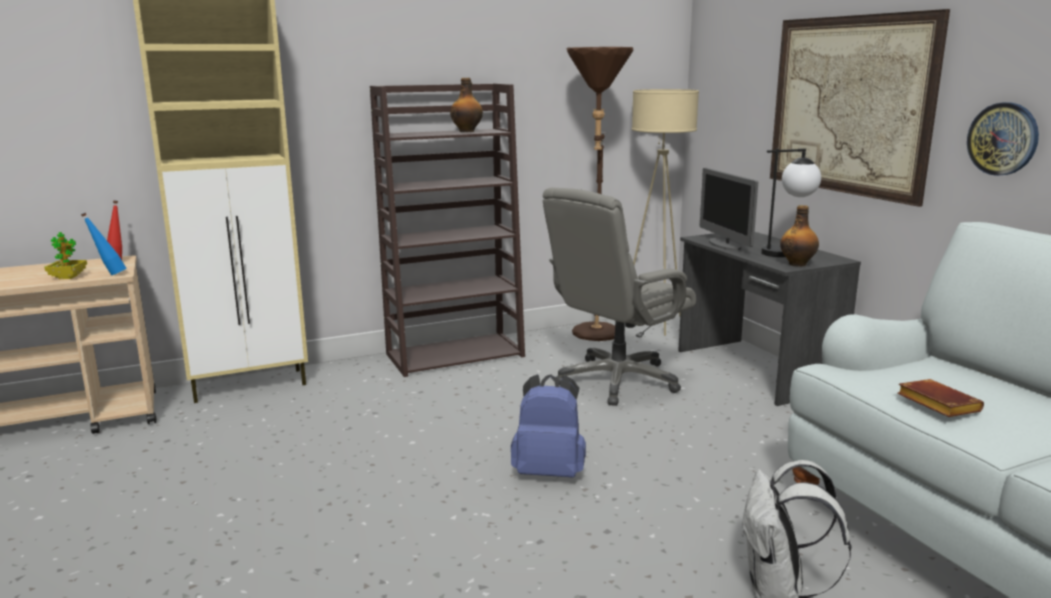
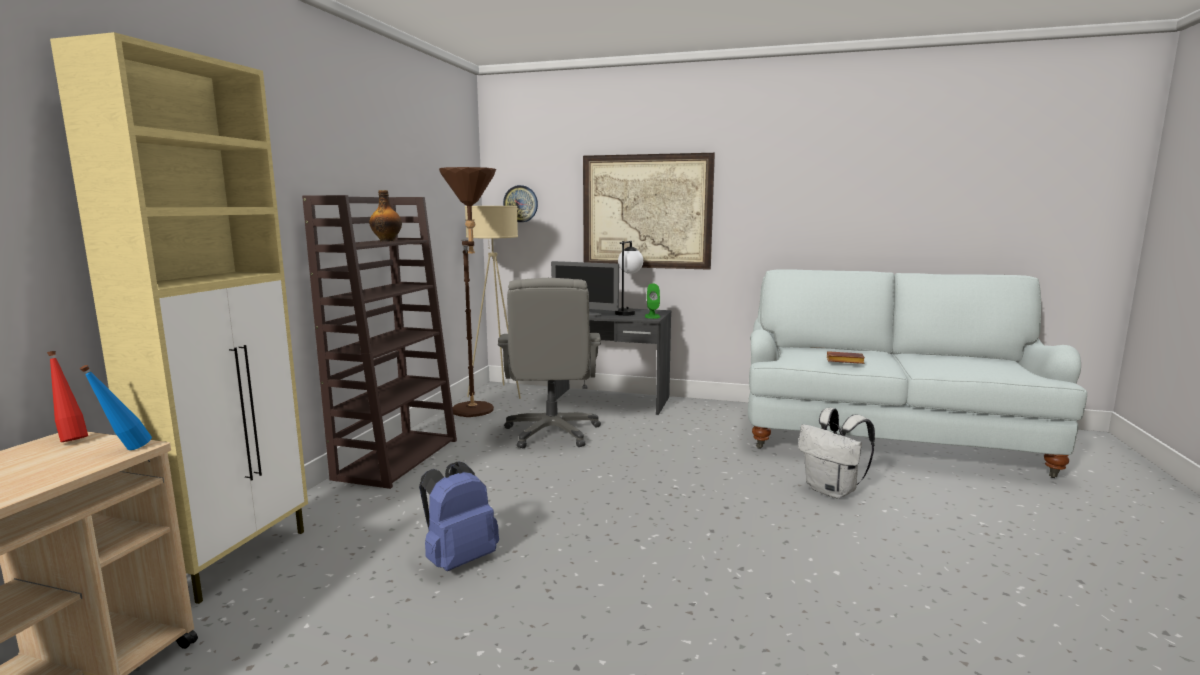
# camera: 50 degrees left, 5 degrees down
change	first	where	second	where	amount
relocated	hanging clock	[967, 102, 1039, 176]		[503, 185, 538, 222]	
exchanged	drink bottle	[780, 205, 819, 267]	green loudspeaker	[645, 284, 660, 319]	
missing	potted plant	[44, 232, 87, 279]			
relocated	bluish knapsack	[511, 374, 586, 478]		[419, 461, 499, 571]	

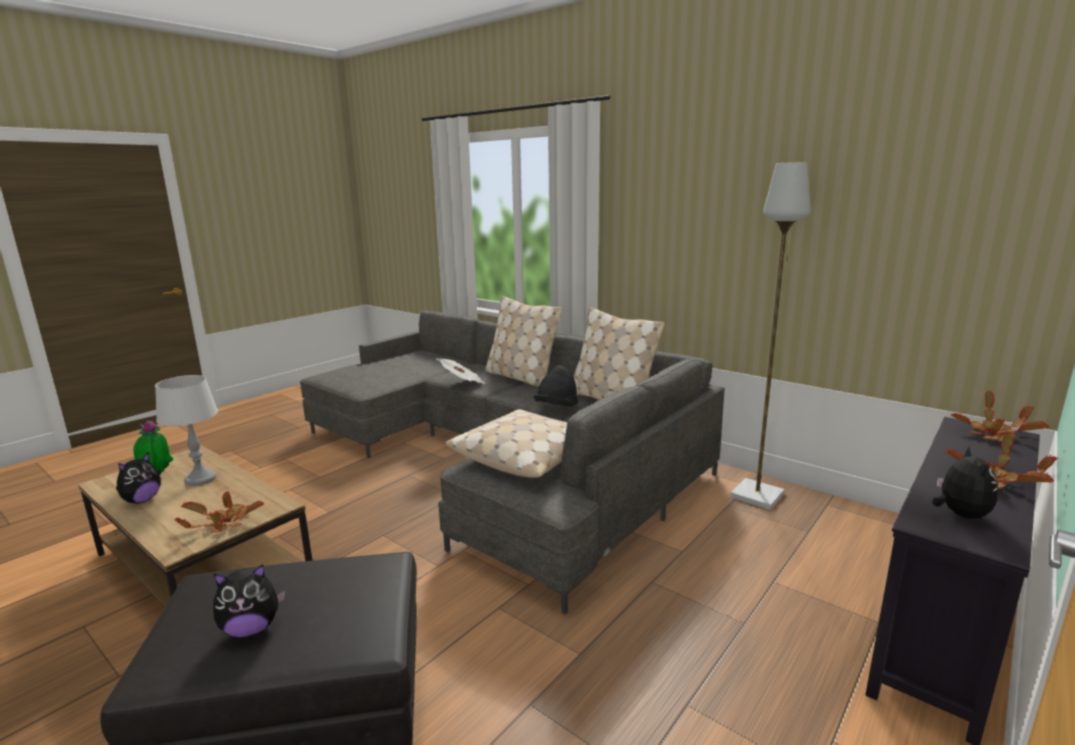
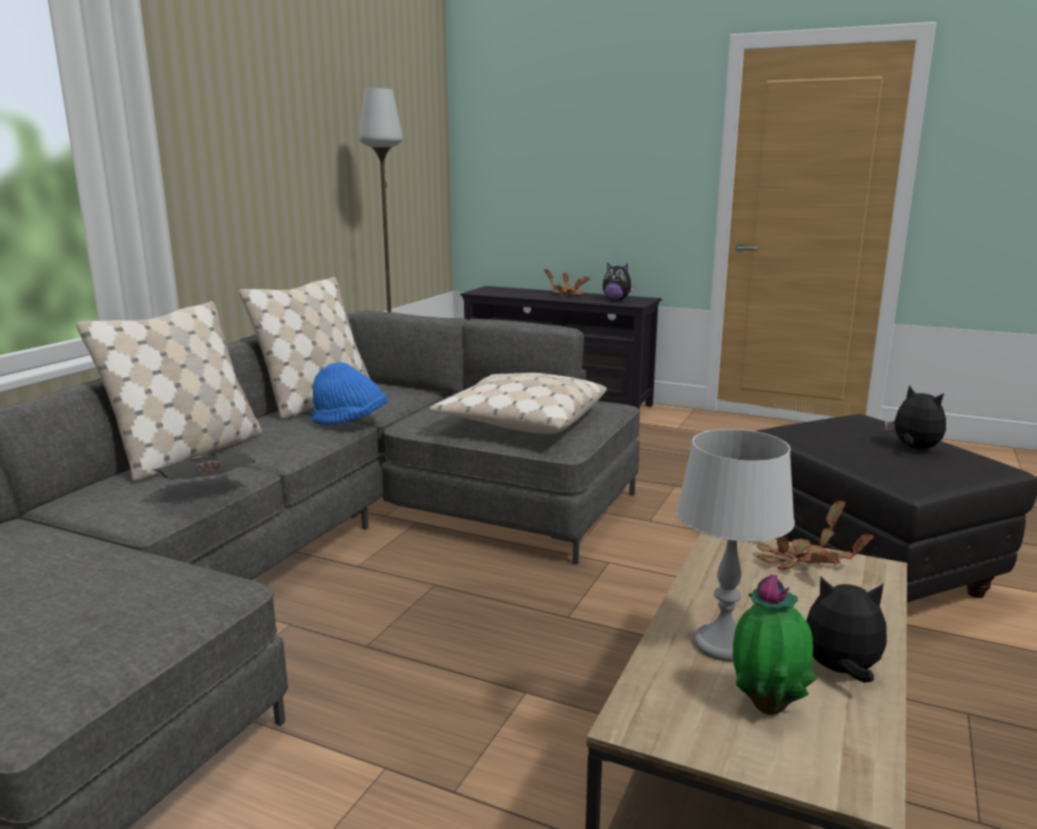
# camera: 105 degrees left, 0 degrees up
change	first	where	second	where	amount
colour	black hat	[533, 366, 578, 406]	bluish hat	[311, 362, 387, 425]	
missing	potted plant	[951, 390, 1050, 443]			
spun	soft toy	[932, 446, 998, 519]		[603, 263, 636, 300]	150 degrees counterclockwise

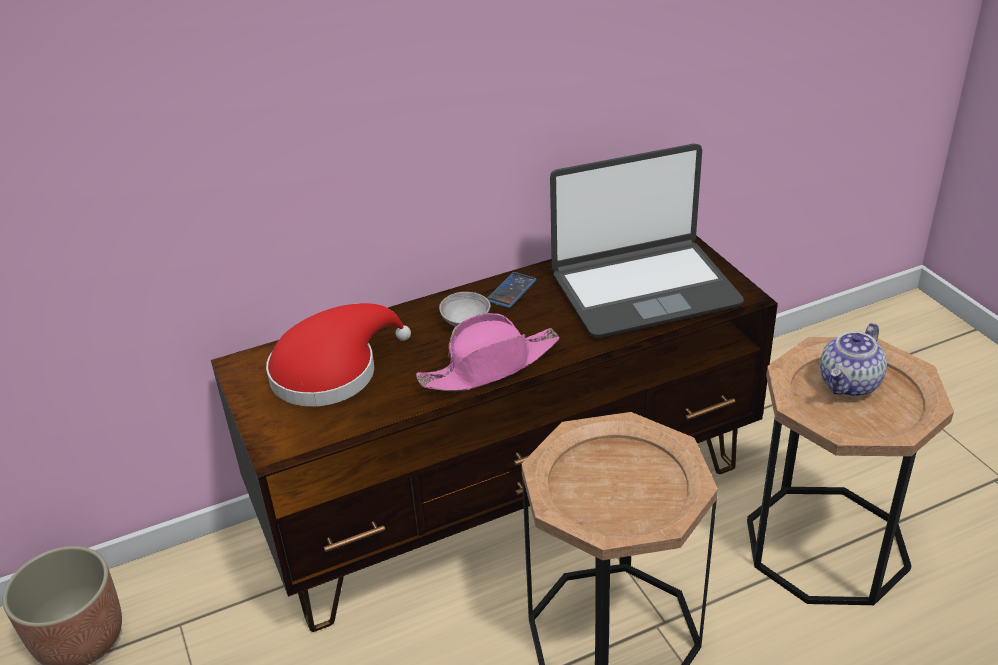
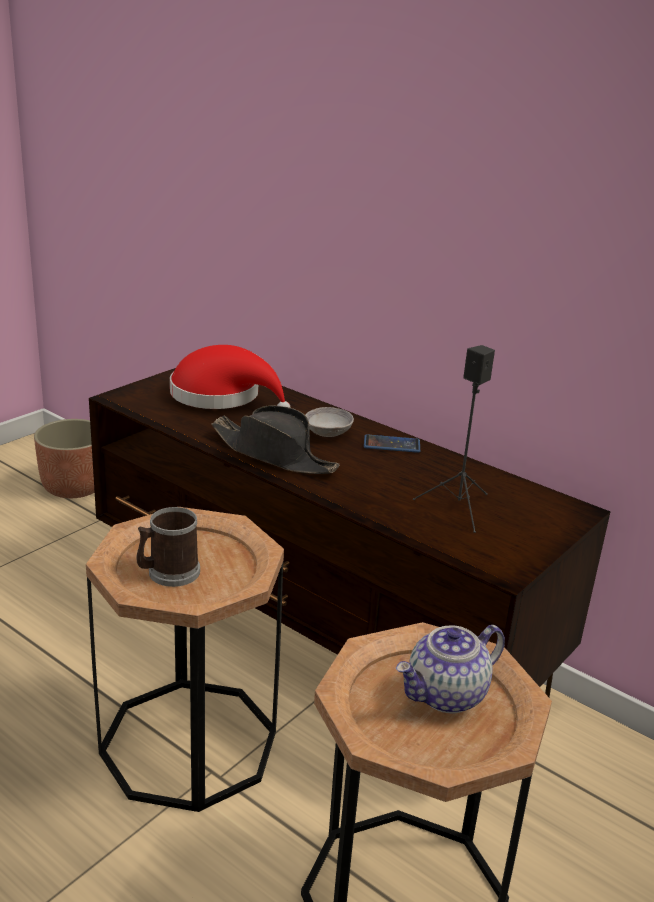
# camera: 60 degrees right, 10 degrees down
change	first	where	second	where	amount
exchanged	portable computer	[550, 144, 744, 338]	black loudspeaker	[413, 345, 495, 533]	
colour	pink hat	[416, 313, 559, 391]	black hat	[212, 405, 340, 474]	
spun	teapot	[820, 323, 887, 397]		[396, 625, 505, 713]	45 degrees counterclockwise
appeared			coffee mug	[136, 507, 200, 587]	

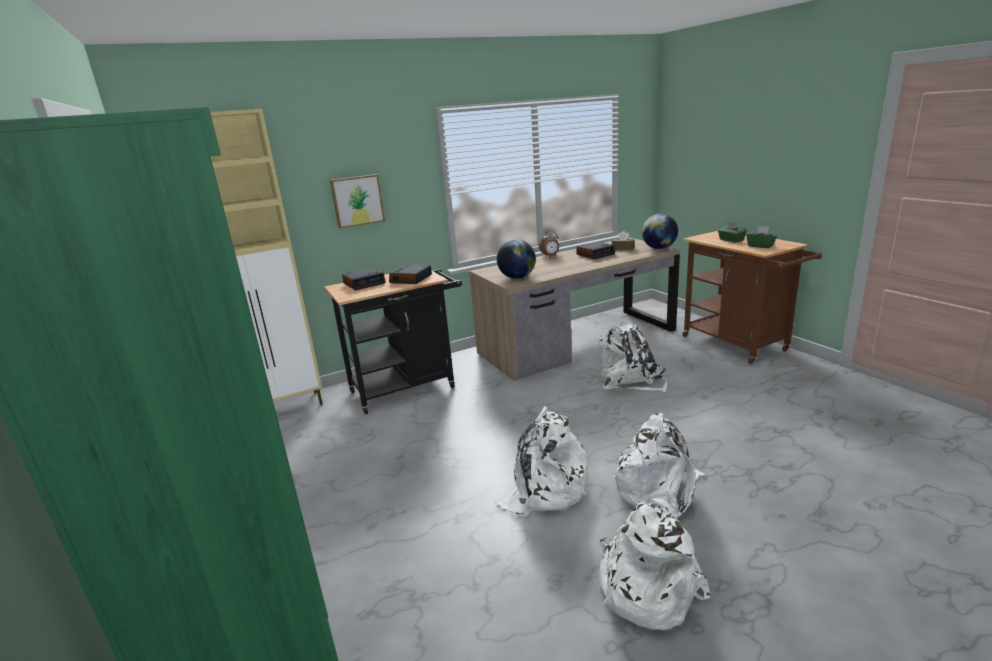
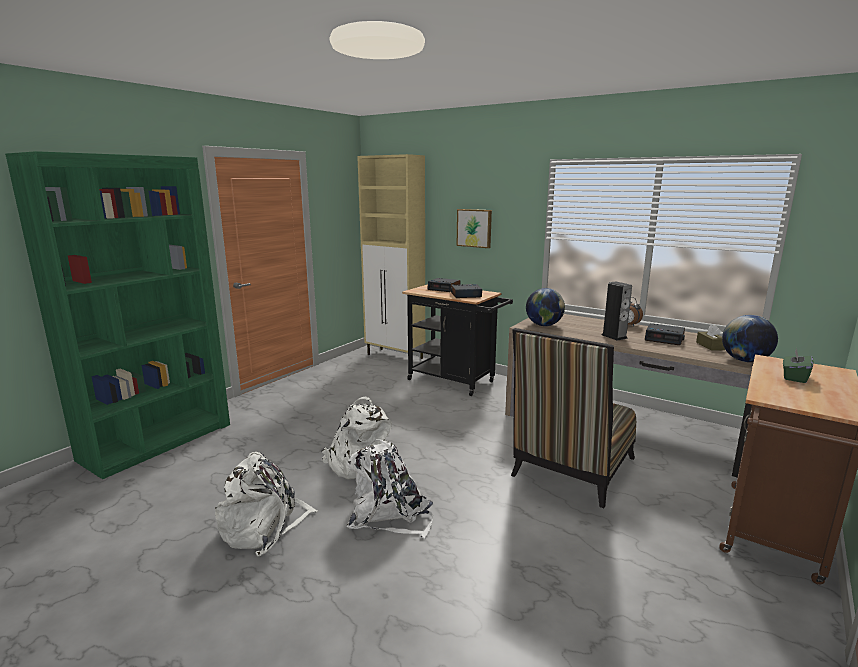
# camera: 60 degrees right, 5 degrees down
change	first	where	second	where	amount
missing	green tissue holder	[746, 226, 777, 248]			
exchanged	whitish knapsack	[599, 321, 667, 392]	plain chair	[511, 328, 636, 508]	
appeared			loudspeaker	[602, 281, 632, 341]	

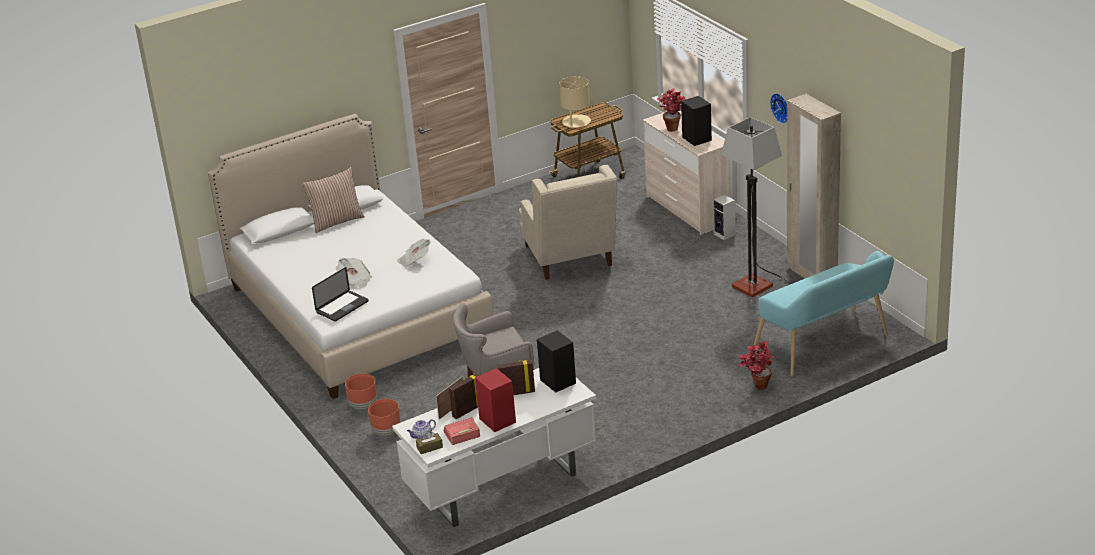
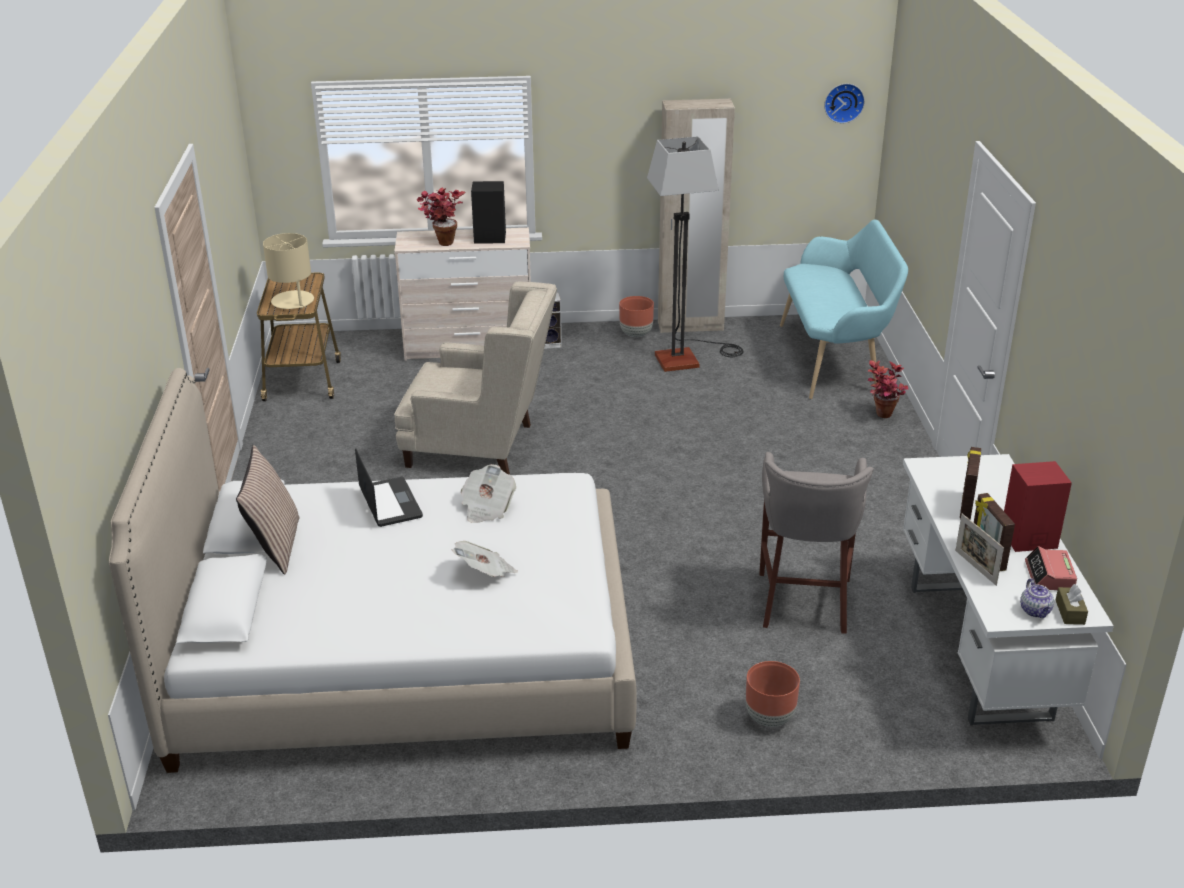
# camera: 65 degrees left, 0 degrees up
change	first	where	second	where	amount
relocated	hanging clock	[770, 93, 787, 124]		[824, 83, 865, 123]	
relocated	portable computer	[312, 267, 369, 322]		[355, 448, 423, 527]	
missing	black loudspeaker	[537, 330, 576, 392]			
relocated	brown-coloured flower pot	[345, 373, 377, 411]		[619, 296, 654, 337]	

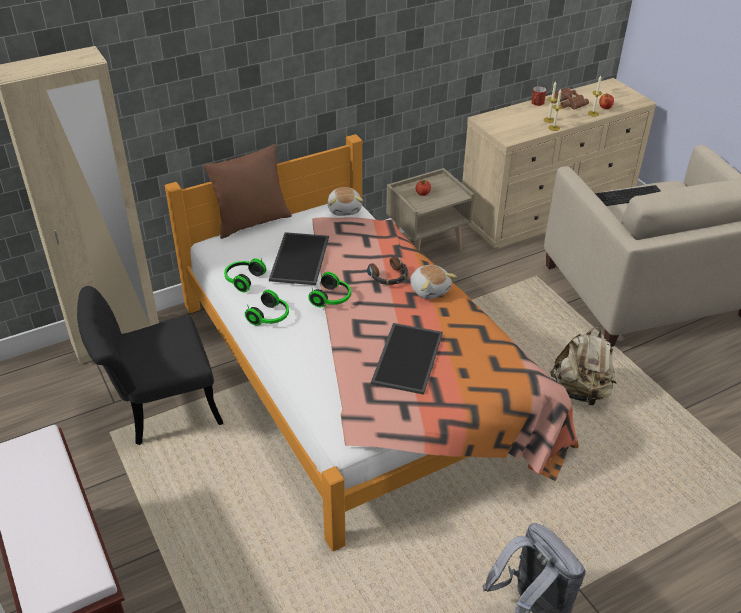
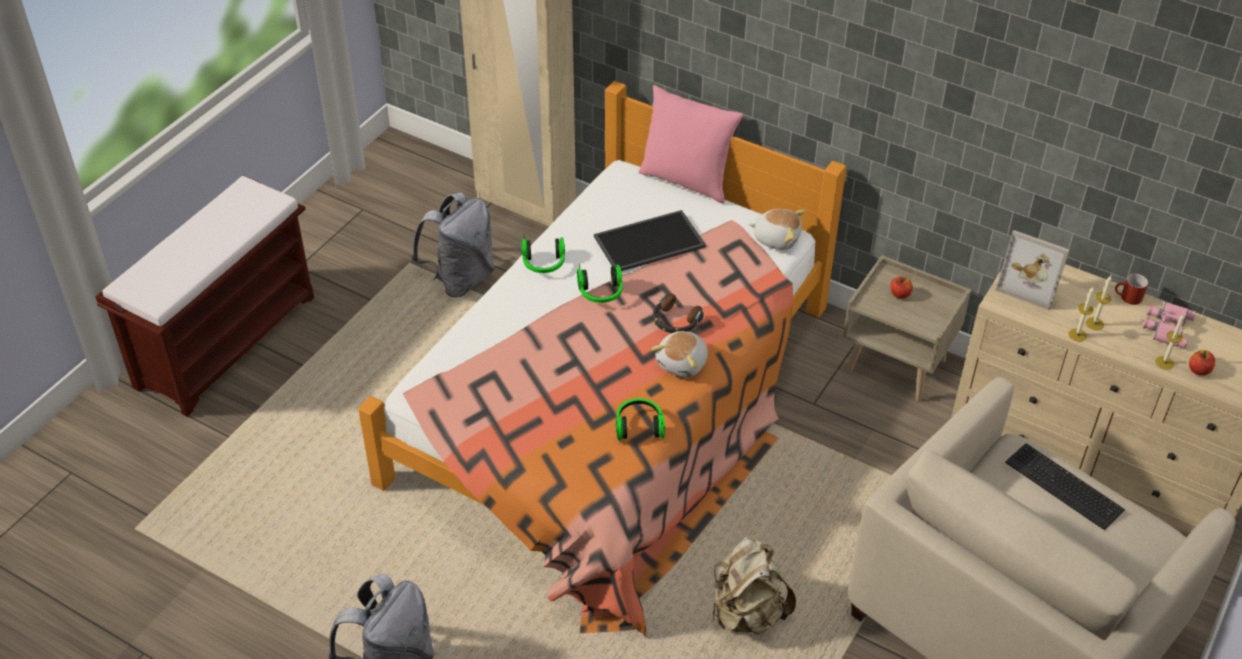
# camera: 60 degrees right, 5 degrees up
change	first	where	second	where	amount
colour	brown-coloured pair of binoculars	[553, 88, 589, 110]	pink pair of binoculars	[1143, 302, 1196, 349]	
colour	brown-coloured throw pillow	[203, 144, 292, 239]	pink throw pillow	[639, 85, 743, 204]	
spun	soft toy	[327, 187, 363, 216]		[749, 209, 806, 250]	120 degrees counterclockwise
relocated	headphones	[224, 258, 266, 292]		[616, 398, 665, 441]	
exchanged	black plain chair	[77, 286, 223, 445]	grey knapsack	[411, 192, 495, 297]	
missing	serving tray	[371, 323, 443, 395]			
appeared			standing frame	[996, 230, 1069, 310]	

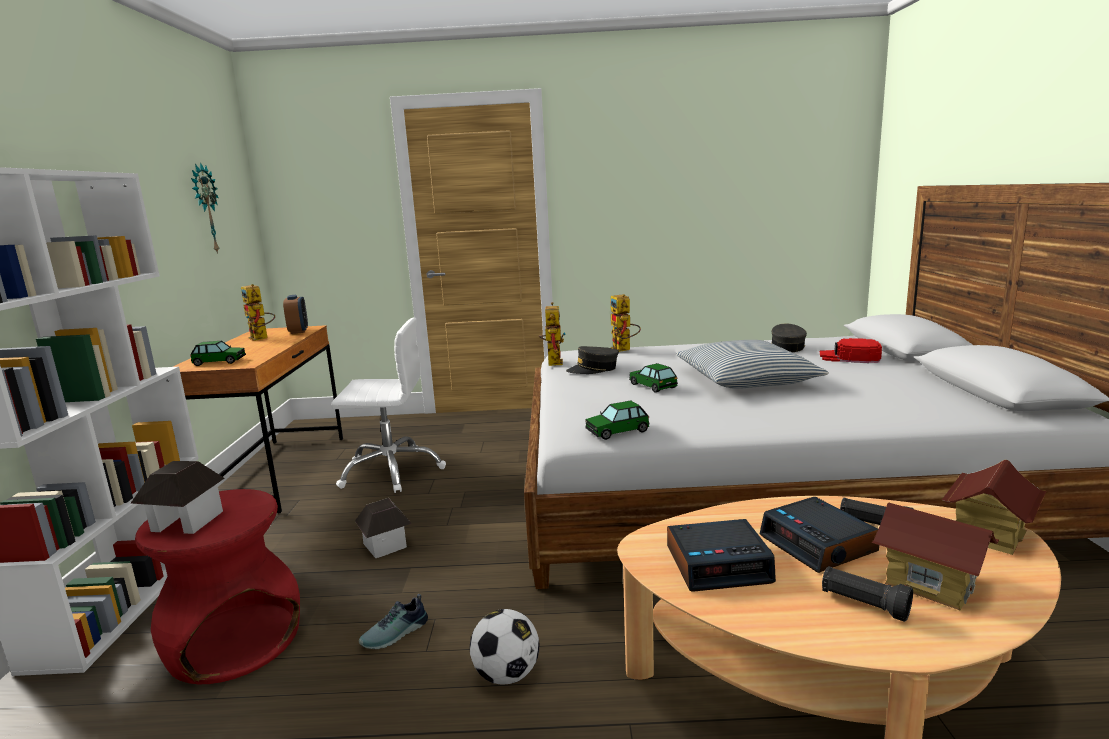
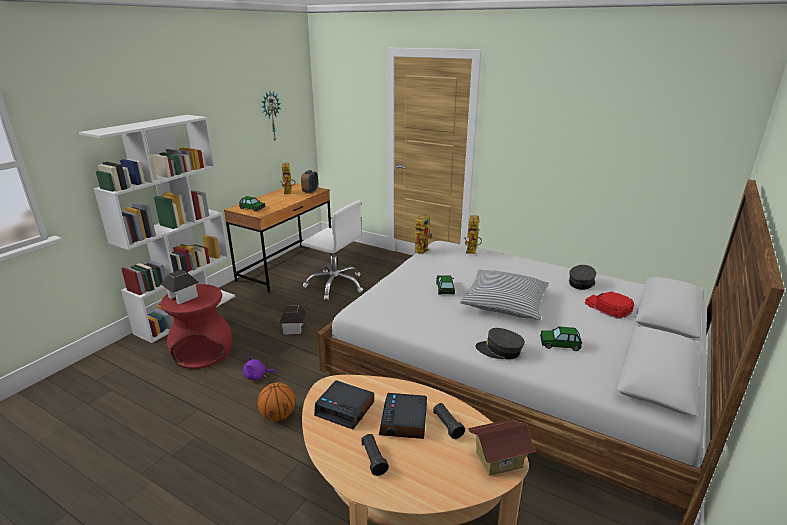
# camera: 30 degrees right, 10 degrees up
change	first	where	second	where	amount
relocated	grey cap	[566, 346, 619, 374]		[475, 328, 525, 359]	
relocated	toy car	[585, 401, 649, 440]		[540, 327, 582, 351]	
missing	miniature house	[872, 503, 999, 610]			
exchanged	item of footwear	[359, 594, 428, 649]	purple soft toy	[242, 356, 276, 380]	
exchanged	ball for football	[470, 609, 540, 684]	ball for basketball	[257, 382, 295, 421]	

